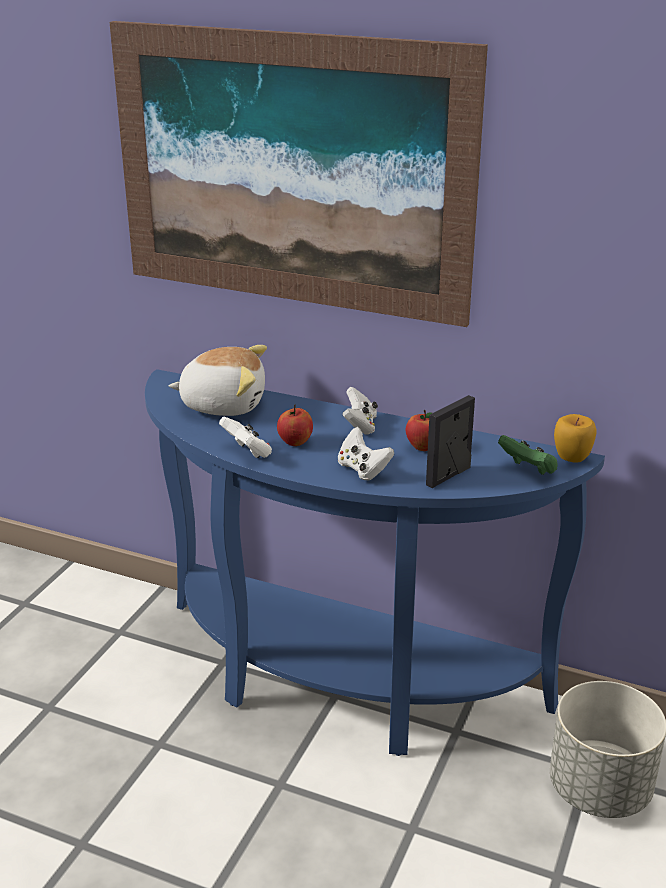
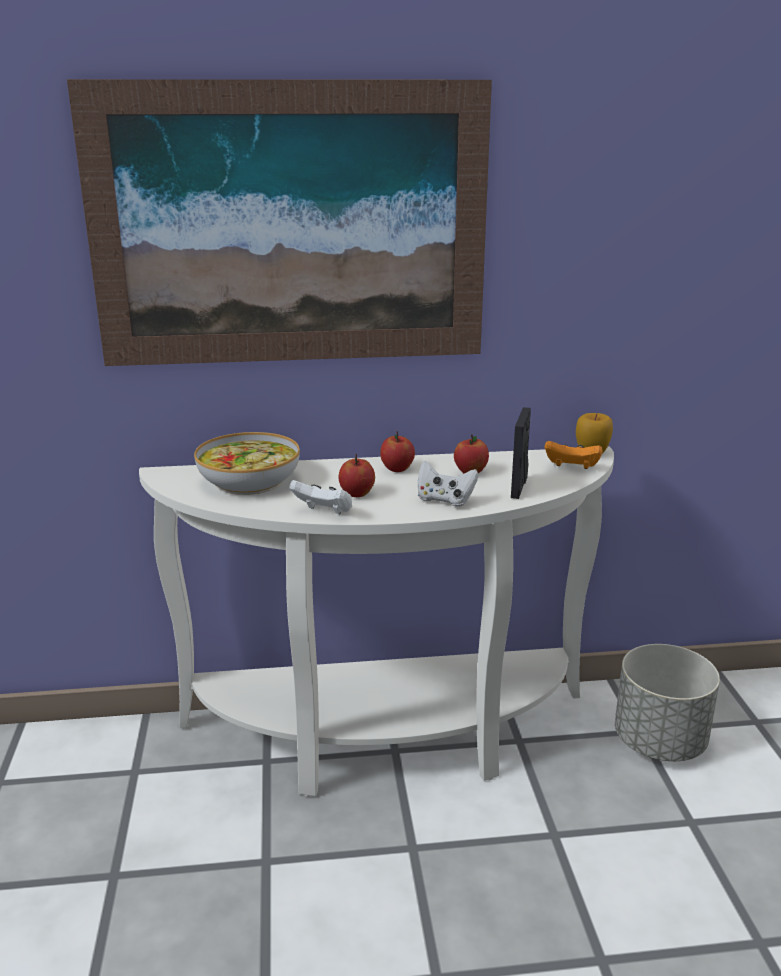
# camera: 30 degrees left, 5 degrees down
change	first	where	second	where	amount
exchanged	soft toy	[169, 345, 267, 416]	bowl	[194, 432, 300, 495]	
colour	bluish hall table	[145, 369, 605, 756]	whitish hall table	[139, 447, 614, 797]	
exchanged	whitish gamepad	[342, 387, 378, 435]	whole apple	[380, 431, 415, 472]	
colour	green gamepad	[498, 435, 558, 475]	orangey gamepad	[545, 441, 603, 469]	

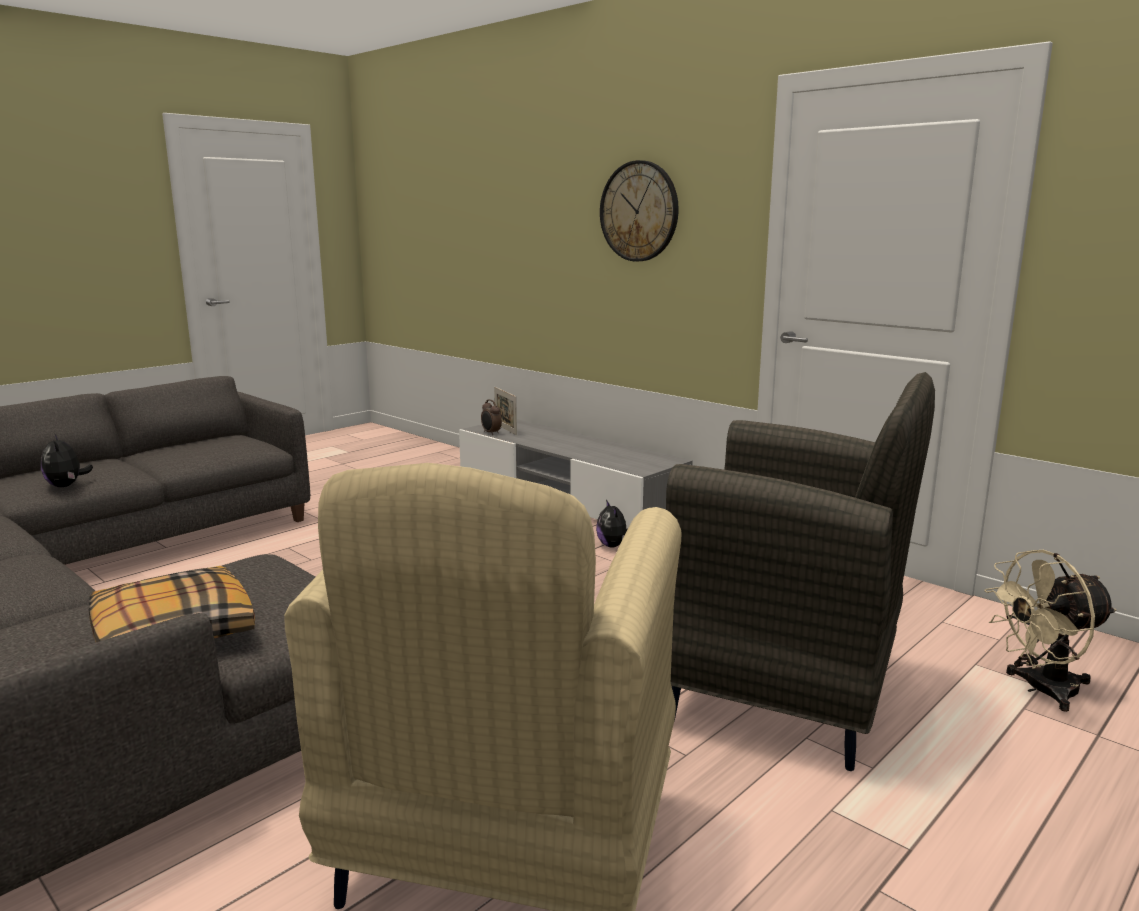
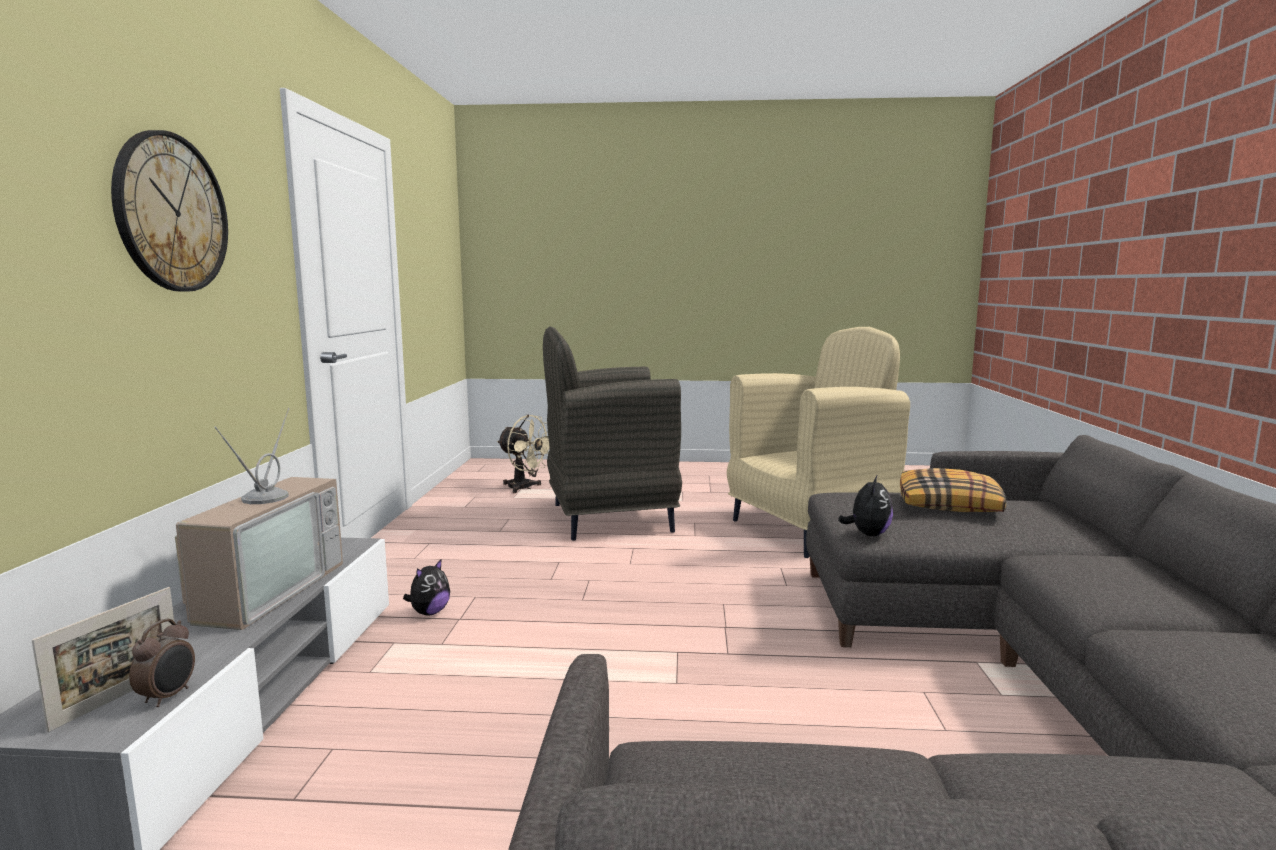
# camera: 130 degrees left, 5 degrees down
change	first	where	second	where	amount
spun	grey armchair	[666, 372, 935, 771]		[543, 326, 682, 540]	90 degrees counterclockwise
relocated	soft toy	[41, 435, 93, 487]		[838, 474, 893, 536]	
appeared			TV	[175, 408, 343, 630]	

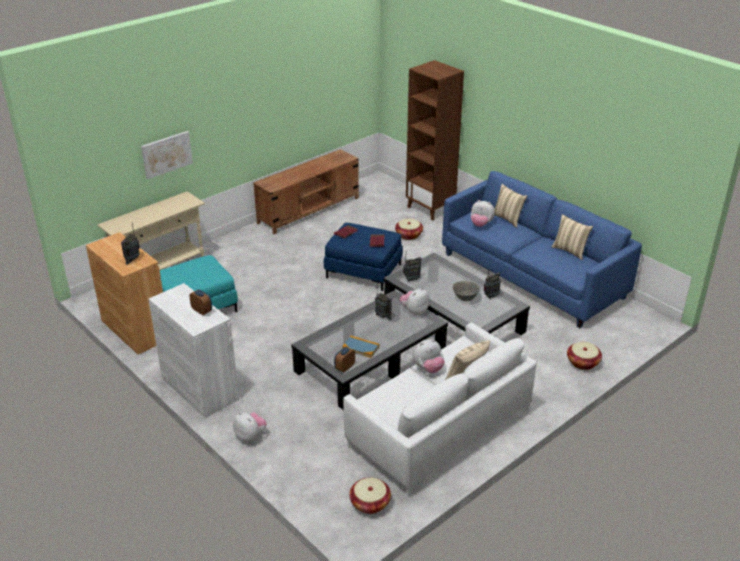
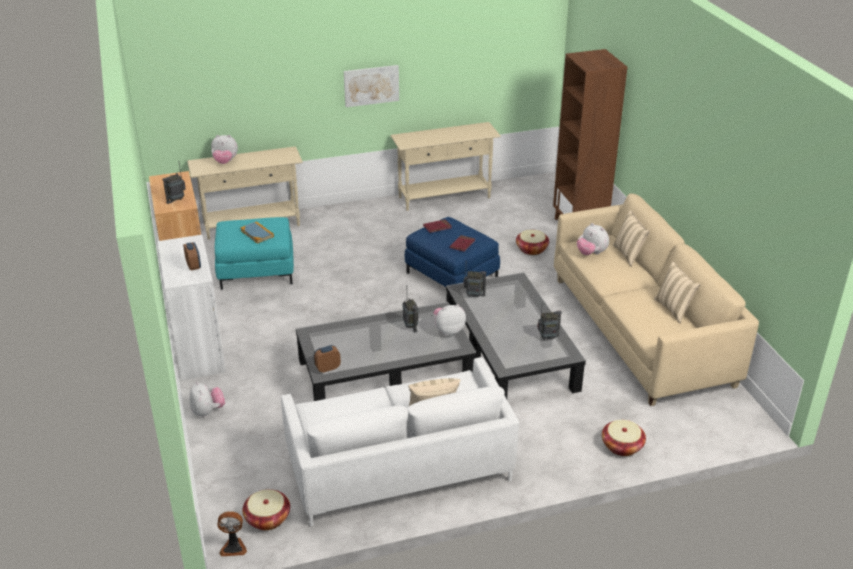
# camera: 25 degrees right, 0 degrees up
change	first	where	second	where	amount
relocated	wall picture	[141, 131, 193, 179]		[344, 65, 399, 107]	
exchanged	brown-coloured tv stand	[253, 149, 359, 234]	beige hall table	[391, 122, 501, 211]	
colour	bluish sofa	[442, 171, 642, 328]	beige sofa	[554, 193, 759, 406]	
missing	grey bowl	[452, 281, 480, 301]			
relocated	volume	[342, 336, 380, 358]		[240, 221, 274, 244]	
relocated	soft toy	[413, 339, 445, 373]		[211, 135, 238, 164]	
appeared			cooling fan	[218, 511, 247, 556]	

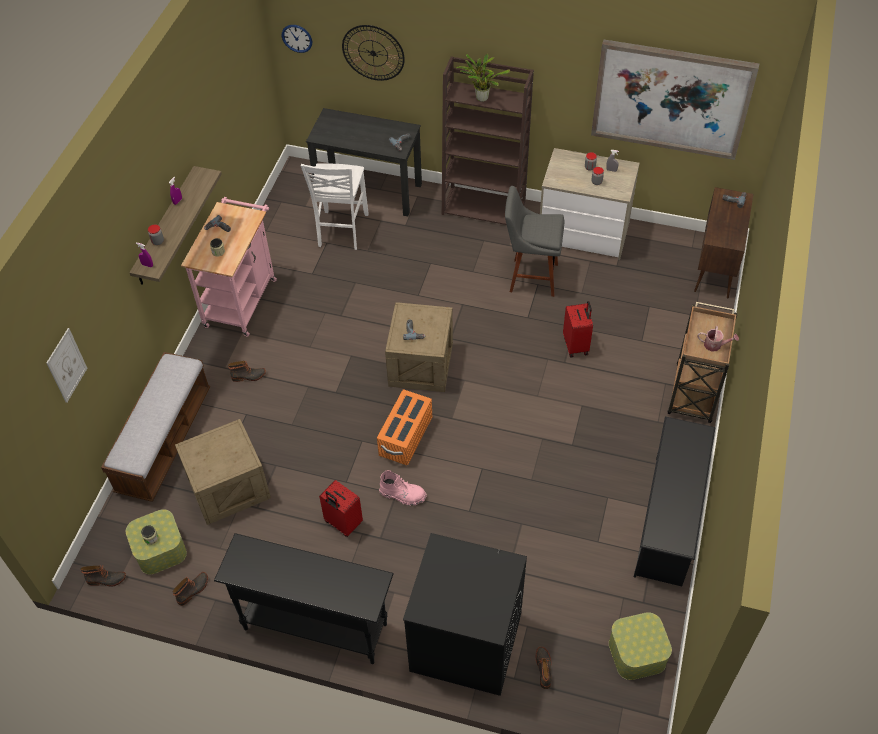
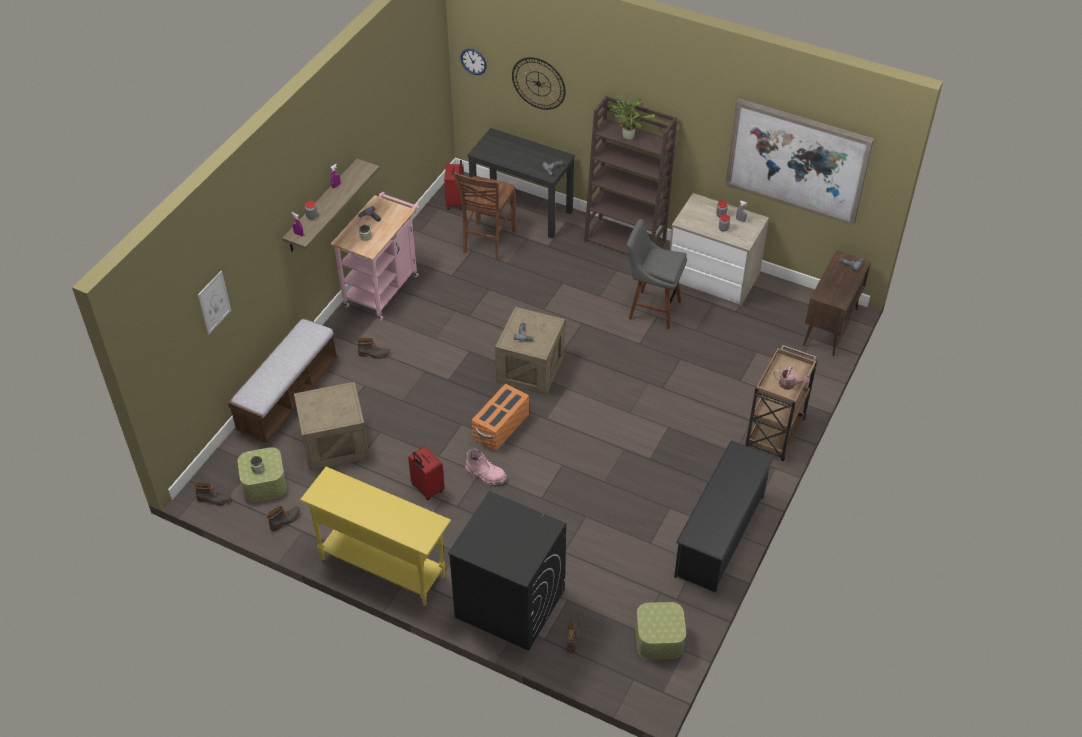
# camera: 10 degrees right, 5 degrees down
change	first	where	second	where	amount
colour	whitish plain chair	[301, 163, 368, 250]	brown-coloured plain chair	[454, 172, 516, 261]	
relocated	red-coloured suitcase	[563, 301, 593, 357]		[444, 160, 465, 210]	
colour	black hall table	[214, 533, 394, 664]	yellowish hall table	[300, 467, 451, 606]	

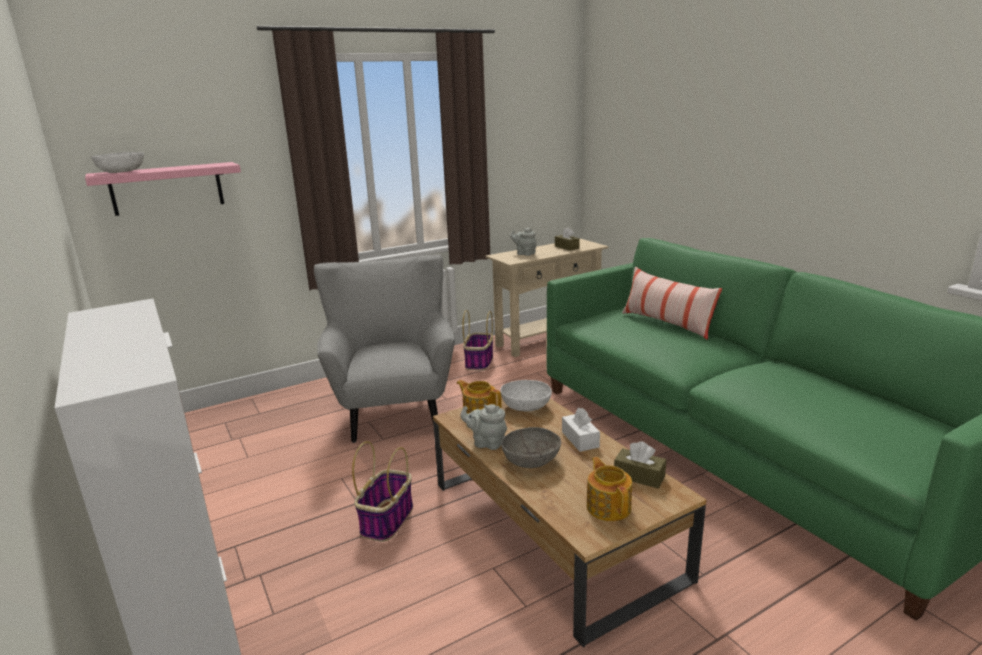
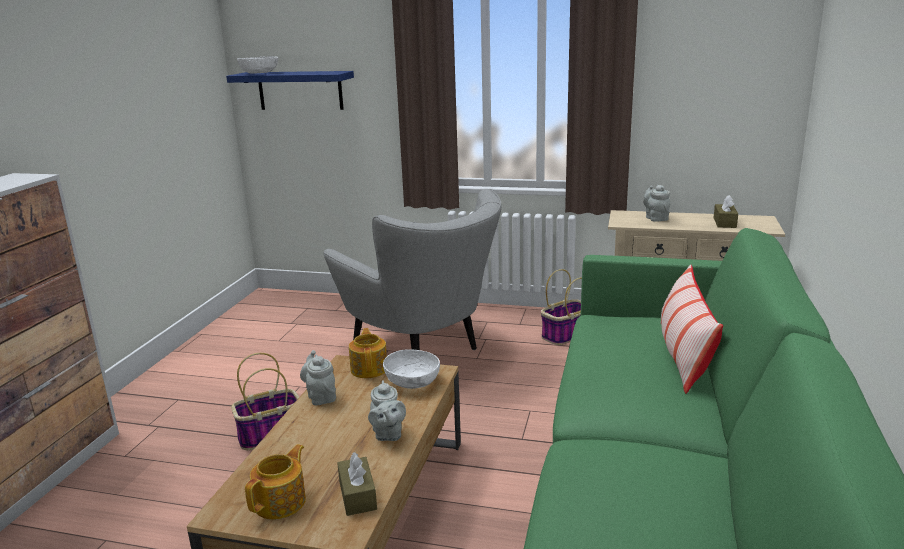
# camera: 45 degrees right, 0 degrees up
change	first	where	second	where	amount
colour	pink wall shelf	[85, 162, 241, 216]	bluish wall shelf	[226, 71, 354, 110]	
spun	grey armchair	[314, 254, 455, 443]		[323, 189, 502, 350]	105 degrees clockwise
exchanged	whitish tissue holder	[562, 407, 600, 452]	grey teapot	[368, 380, 406, 441]	
missing	grey bowl	[501, 427, 561, 468]			

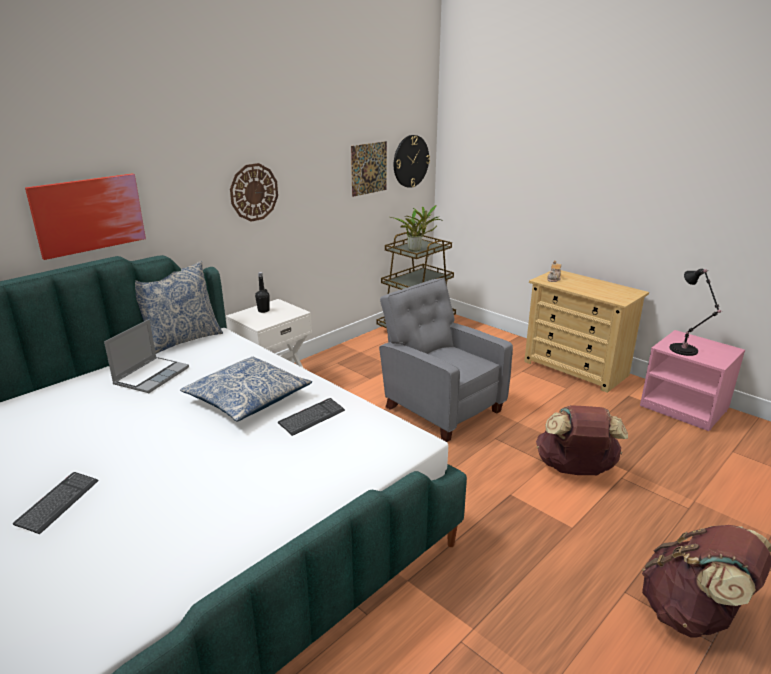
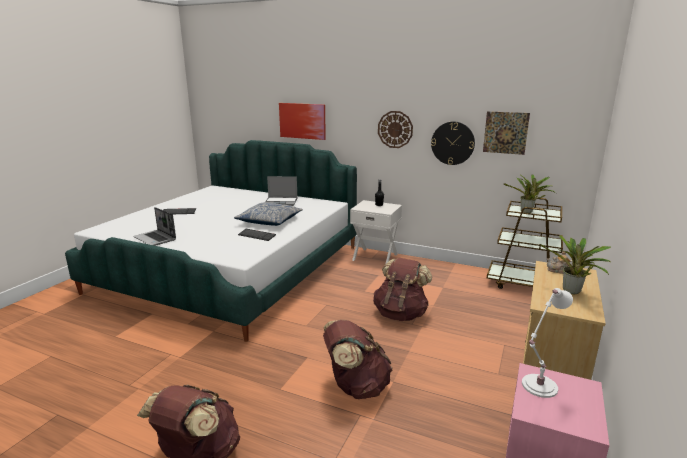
# camera: 70 degrees right, 5 degrees down
change	first	where	second	where	amount
relocated	hanging clock	[394, 135, 430, 188]		[431, 121, 475, 165]	
missing	throw pillow	[135, 261, 223, 354]			
colour	black tabletop lamp	[669, 268, 723, 356]	whitish tabletop lamp	[522, 288, 573, 398]	
exchanged	grey armchair	[379, 278, 513, 442]	brown-coloured knapsack	[373, 258, 432, 321]	
appeared			portable computer	[133, 207, 176, 246]	
appeared			potted plant	[540, 235, 611, 294]	

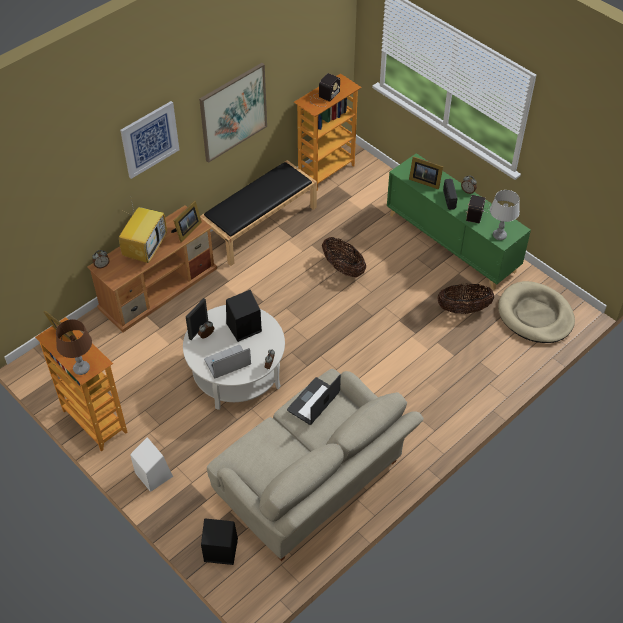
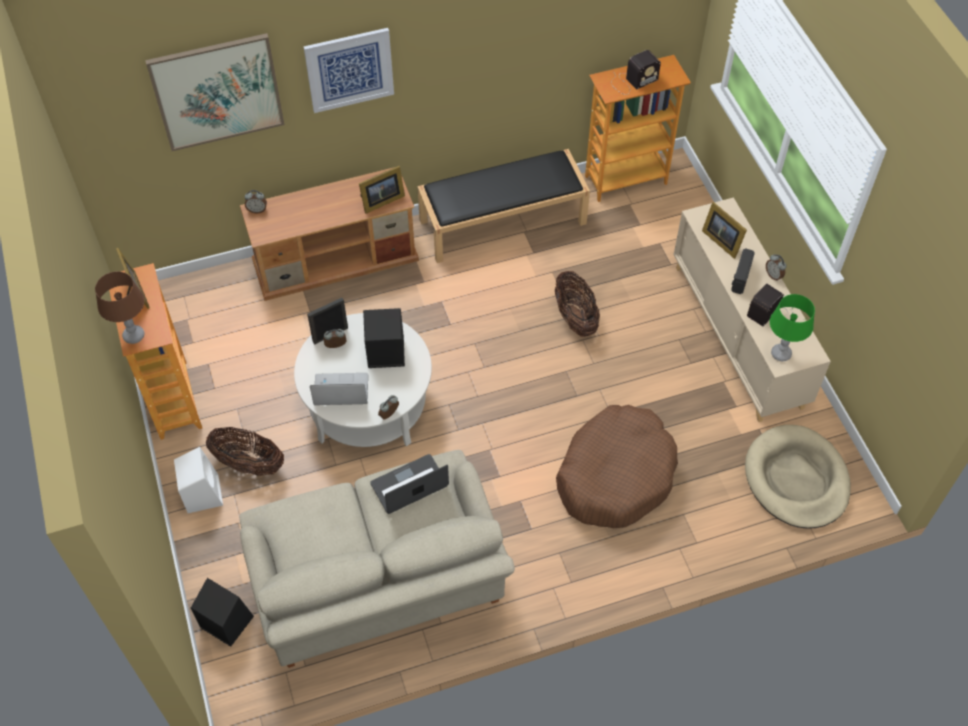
# camera: 25 degrees right, 5 degrees up
change	first	where	second	where	amount
relocated	wall picture	[199, 63, 267, 163]		[145, 33, 284, 151]	
colour	green storage cabinet	[387, 153, 531, 290]	beige storage cabinet	[673, 197, 831, 422]	
colour	grey tabletop lamp	[490, 190, 520, 240]	green tabletop lamp	[770, 294, 815, 361]	
missing	TV	[119, 194, 167, 263]			
relocated	household basket	[437, 284, 494, 314]		[206, 427, 284, 476]	
appeared			brown-coloured pet bed	[556, 405, 678, 528]	

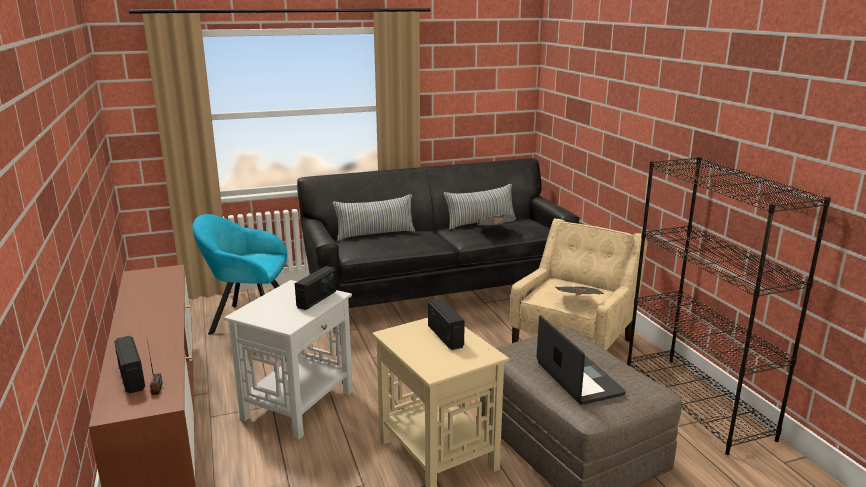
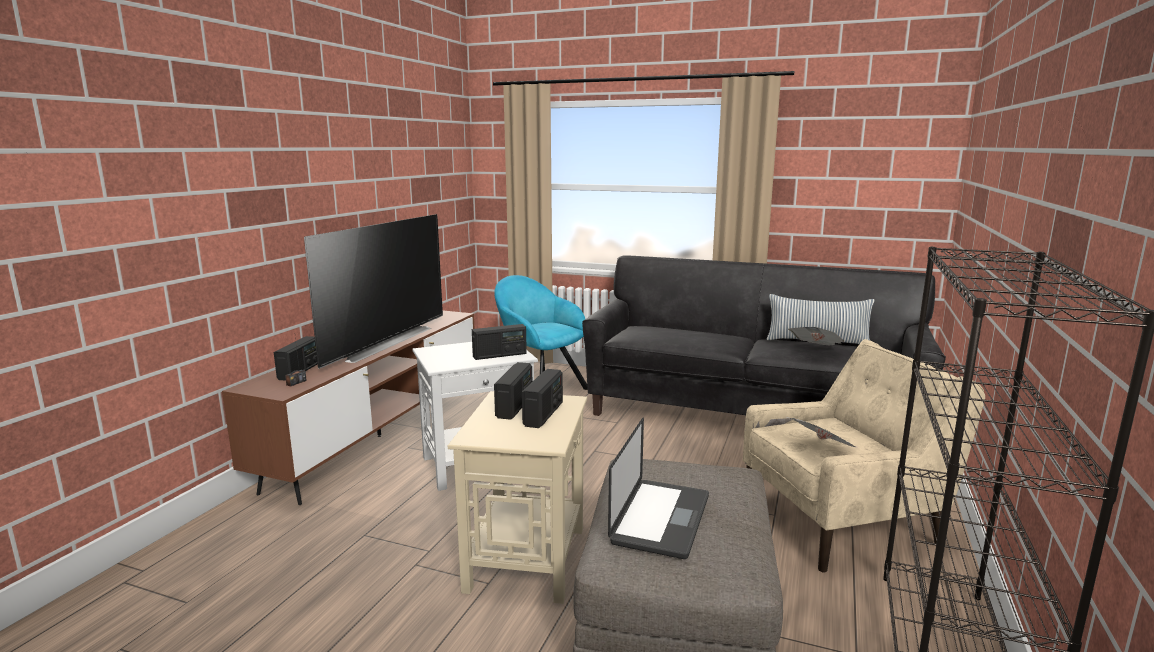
# camera: 40 degrees right, 5 degrees down
change	first	where	second	where	amount
missing	throw pillow	[333, 194, 415, 241]			
appeared			TV	[304, 214, 443, 369]	
appeared			radio receiver	[494, 362, 532, 420]	

